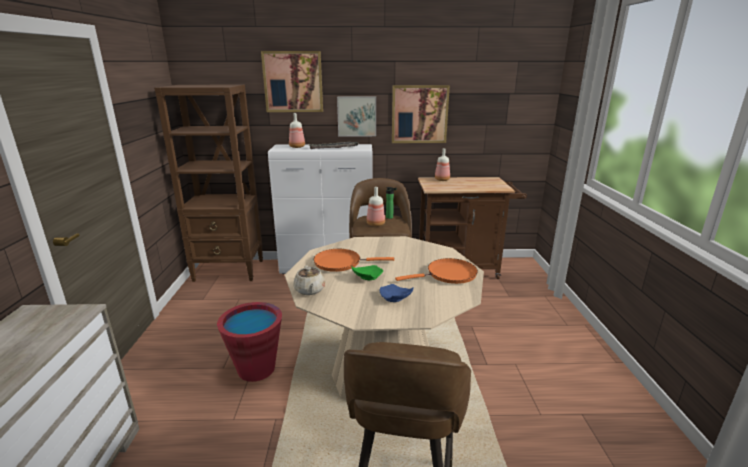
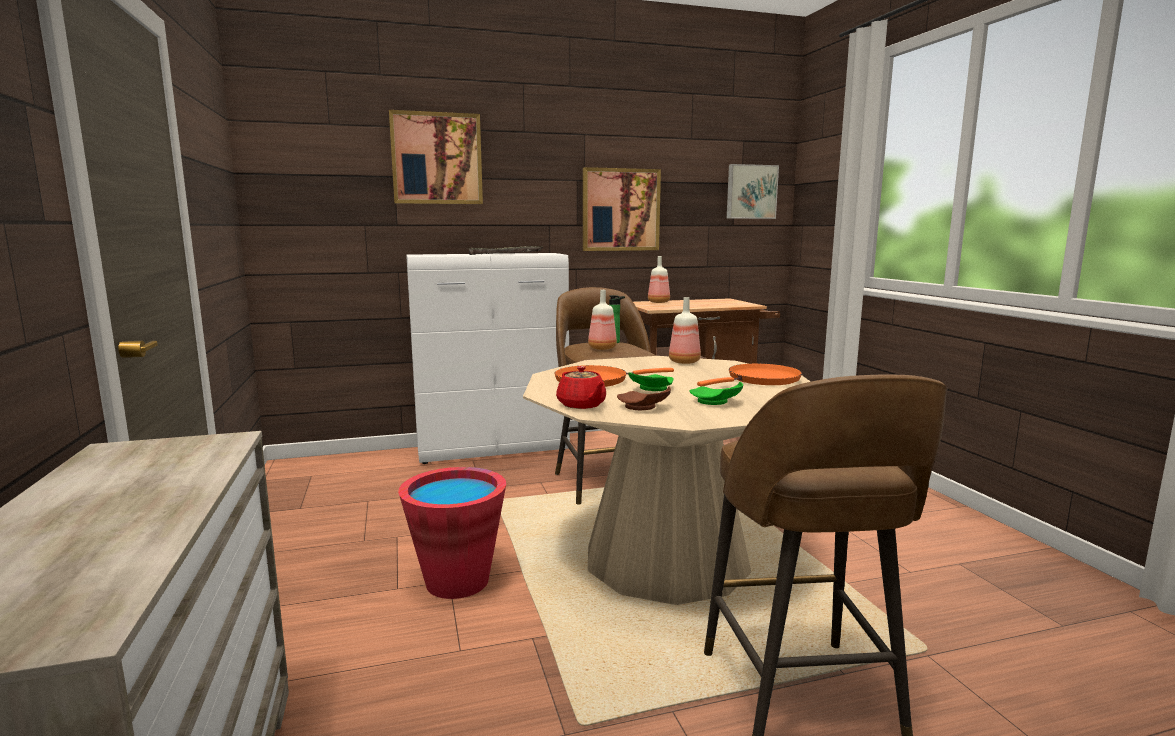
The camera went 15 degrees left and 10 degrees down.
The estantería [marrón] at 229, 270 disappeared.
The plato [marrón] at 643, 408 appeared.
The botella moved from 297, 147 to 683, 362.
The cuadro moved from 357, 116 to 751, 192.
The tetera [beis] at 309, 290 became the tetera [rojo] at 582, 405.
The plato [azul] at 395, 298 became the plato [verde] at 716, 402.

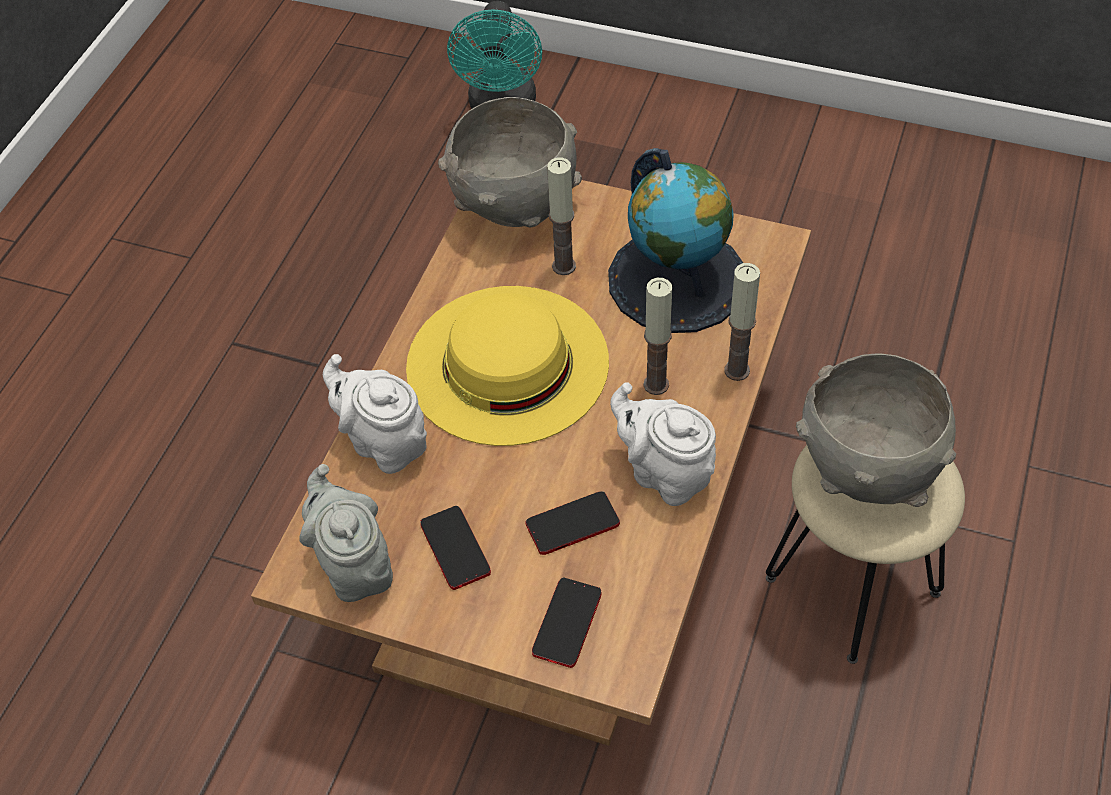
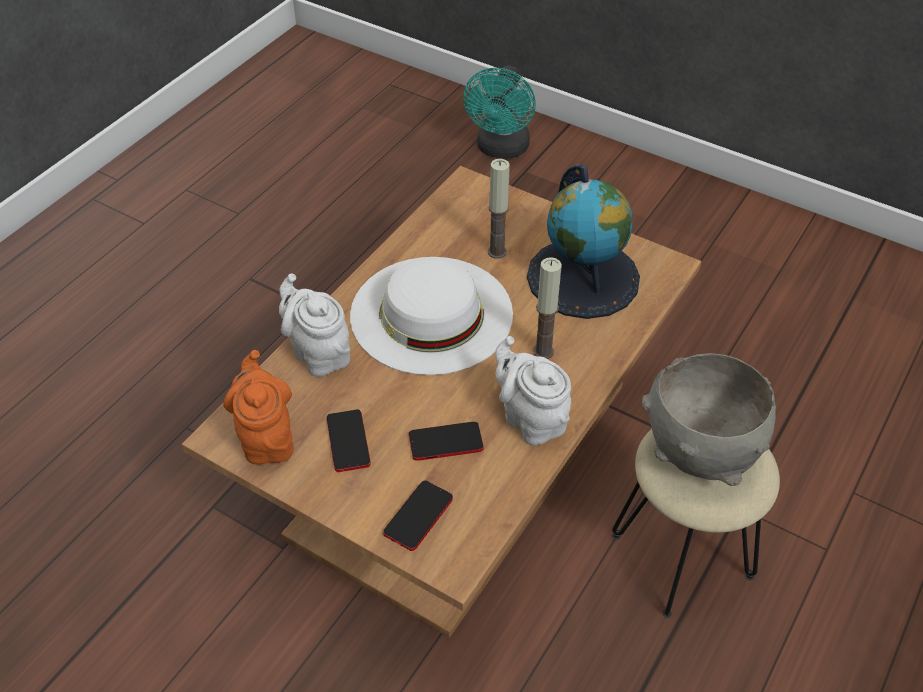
The camera went 10 degrees right and 5 degrees down.
The cuenco [gris] at 515, 208 disappeared.
The vela at 737, 370 disappeared.
The tetera [gris] at 354, 565 became the tetera [naranja] at 266, 438.
The sombrero [amarillo] at 507, 364 became the sombrero [blanco] at 431, 314.

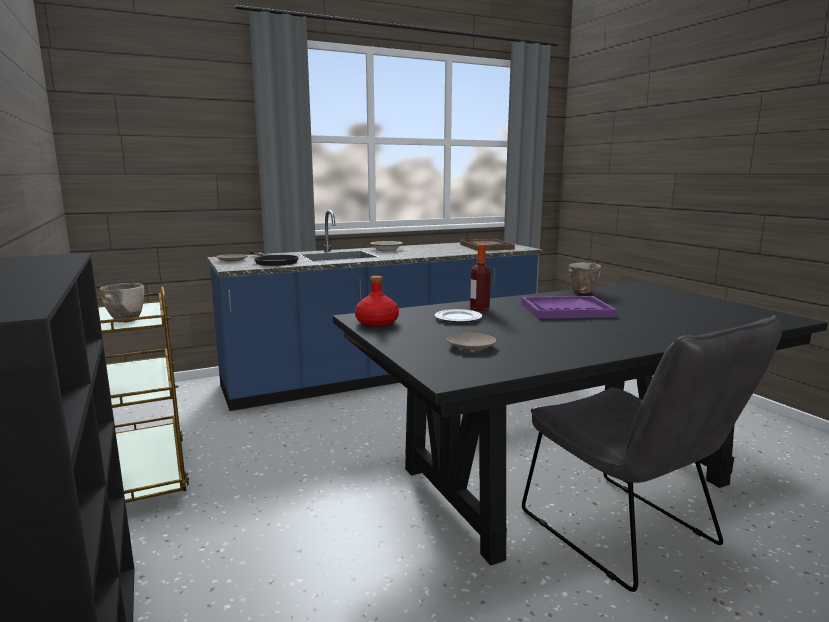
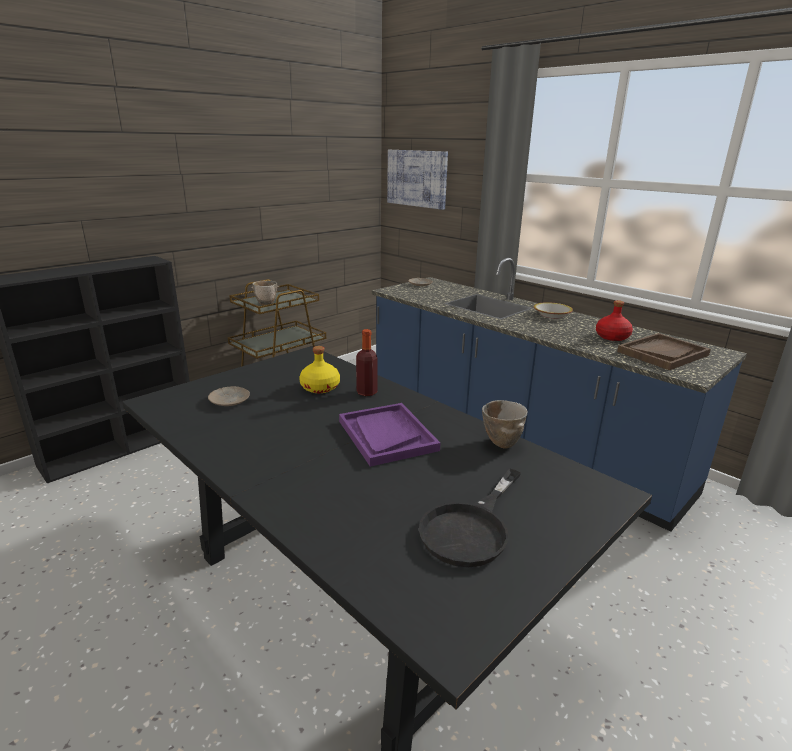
The camera went 70 degrees right and 10 degrees up.
The silla [gris] at 627, 535 disappeared.
The cuadro at 417, 178 appeared.
The sartén [negro] moved from 273, 261 to 471, 528.
The botella [rojo] moved from 376, 323 to 612, 337.
The plato at 458, 318 was replaced by the botella [amarillo] at 320, 388.

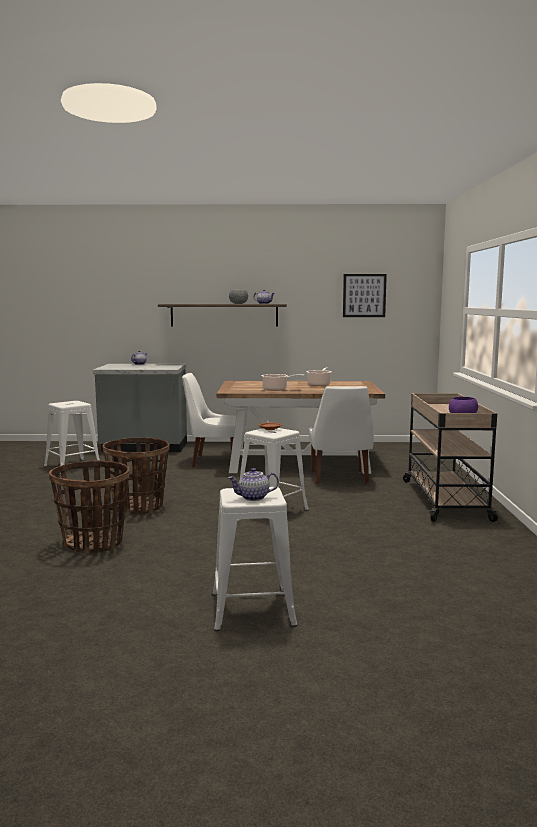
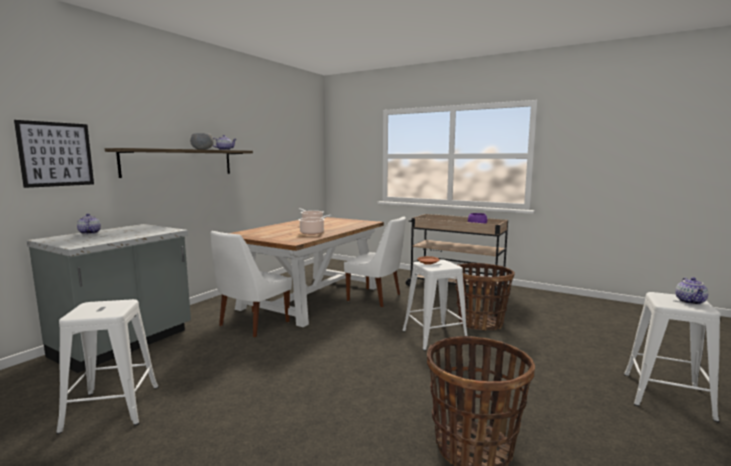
The camera went 60 degrees left and 0 degrees up.
The cesta moved from 138, 507 to 480, 323.
The cuadro moved from 364, 295 to 56, 154.

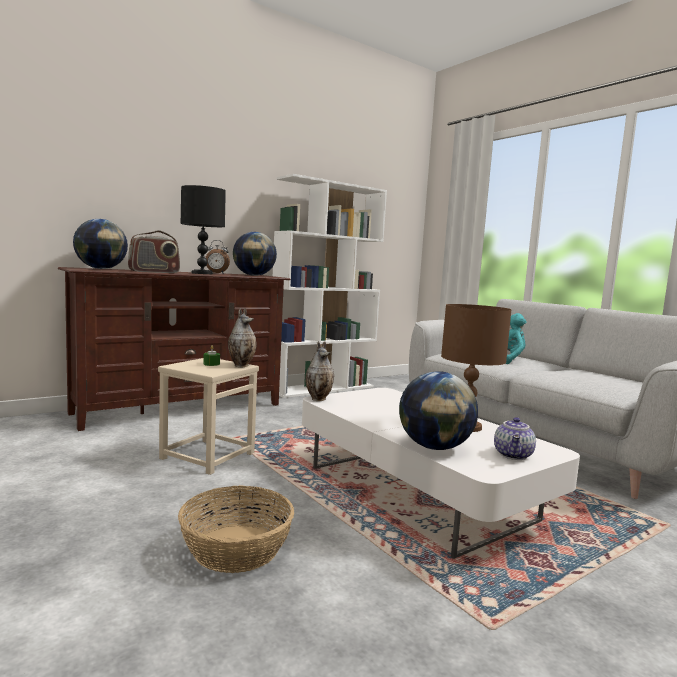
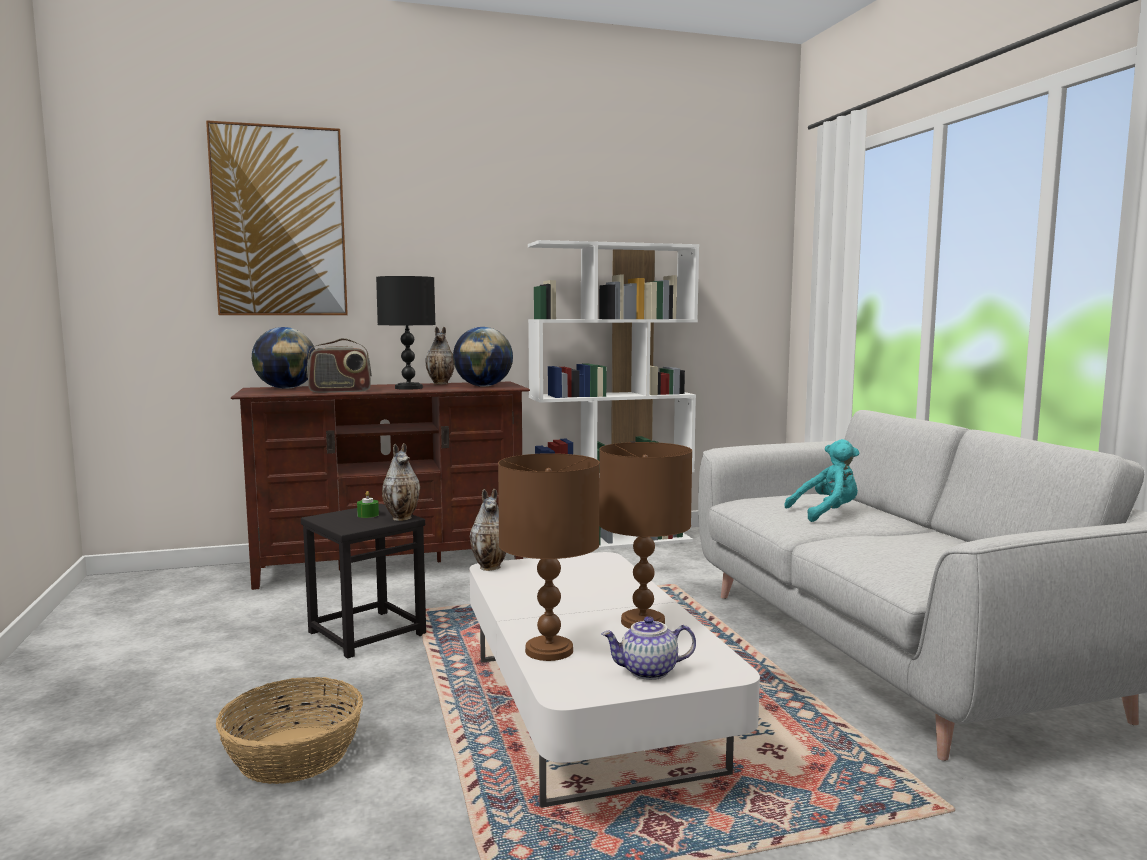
The camera went 20 degrees right and 0 degrees up.
The cuadro at 280, 222 appeared.
The despertador at 216, 273 was replaced by the florero at 441, 383.
The globo terráqueo at 435, 447 was replaced by the lámpara de mesa [marrón] at 549, 650.
The taburete [beis] at 207, 455 became the taburete [negro] at 367, 633.
The tetera at 514, 455 turned 45 degrees clockwise.

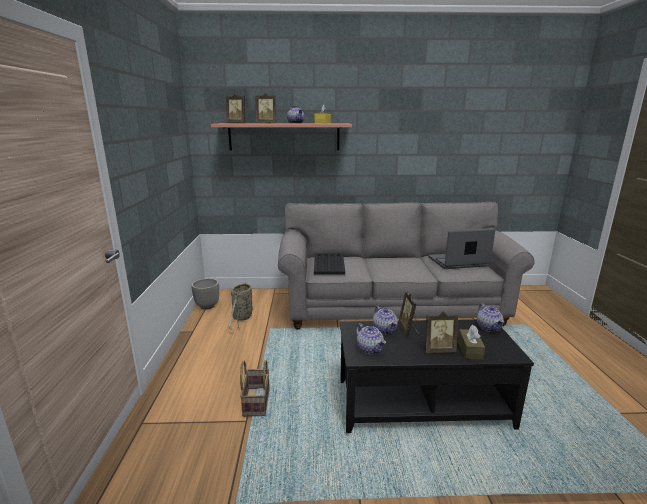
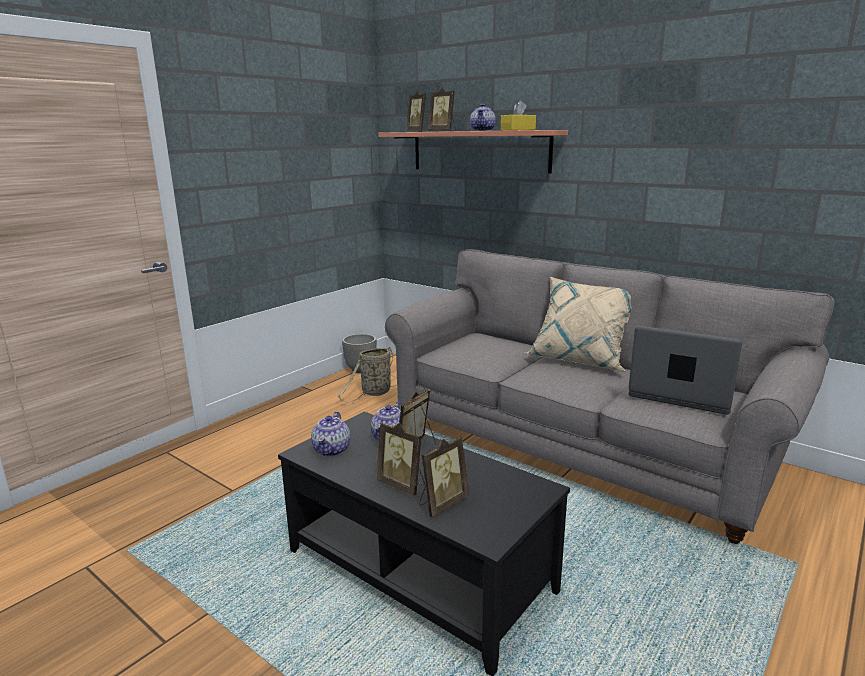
The camera went 40 degrees right and 0 degrees up.
The cesta at 255, 401 disappeared.
The bandeja [negro] at 329, 264 disappeared.
The tetera at 489, 328 disappeared.
The cojín [beis] at 581, 359 appeared.
The caja de pañuelos [marrón] at 470, 350 was replaced by the portarretratos at 442, 503.

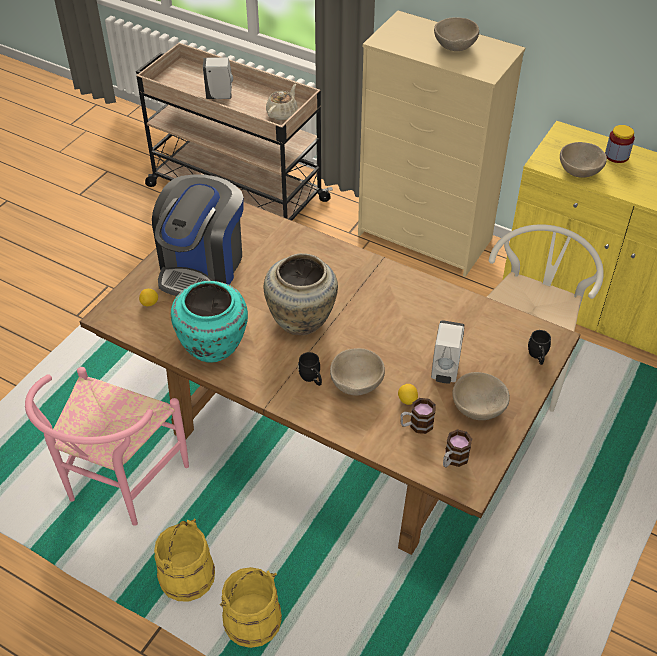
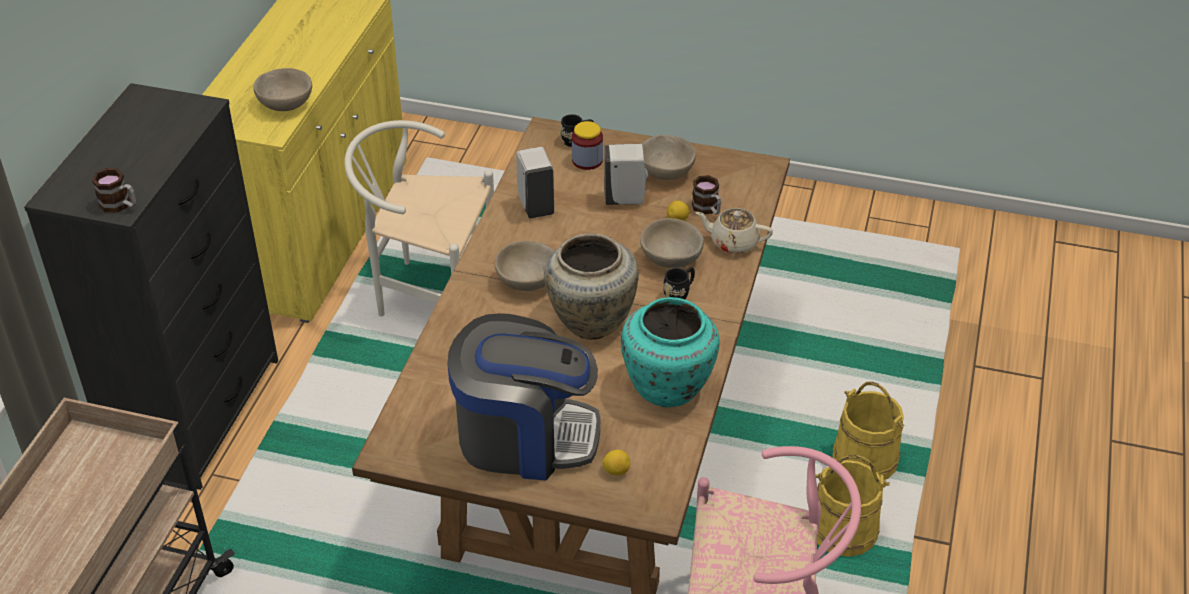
The camera went 105 degrees left and 5 degrees down.
The dispensador de jabón [blanco] moved from 220, 96 to 535, 206.
The tetera [beis] moved from 282, 113 to 733, 242.
The cuenco [beis] moved from 454, 46 to 527, 282.
The taza grande moved from 453, 460 to 120, 205.
The tarro moved from 616, 156 to 587, 160.
The cómoda [beis] at 426, 237 became the cómoda [negro] at 197, 411.

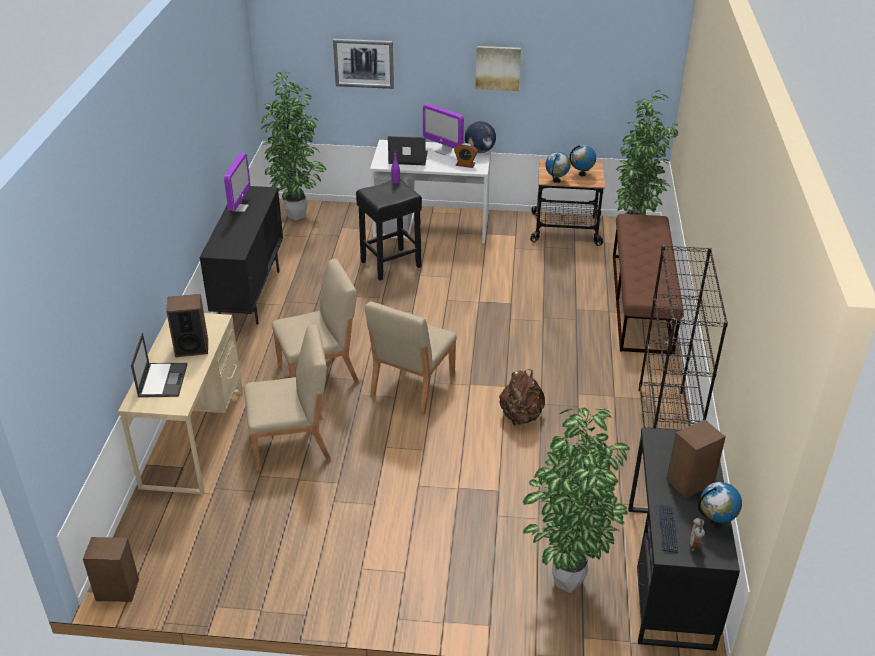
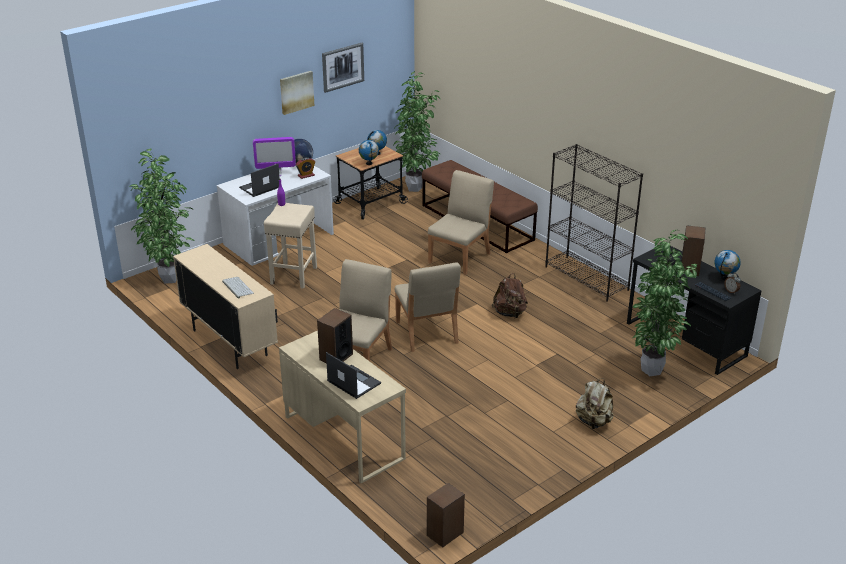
The camera went 45 degrees left and 5 degrees down.
The monitor at 239, 208 disappeared.
The teclado at 237, 287 appeared.
The mochila [beis] at 594, 421 appeared.
The silla [beis] moved from 292, 443 to 460, 257.
The cuadro moved from 364, 63 to 342, 67.
The armario [negro] at 250, 295 became the armario [beis] at 229, 343.
The taburete [negro] at 390, 264 became the taburete [beis] at 293, 276.

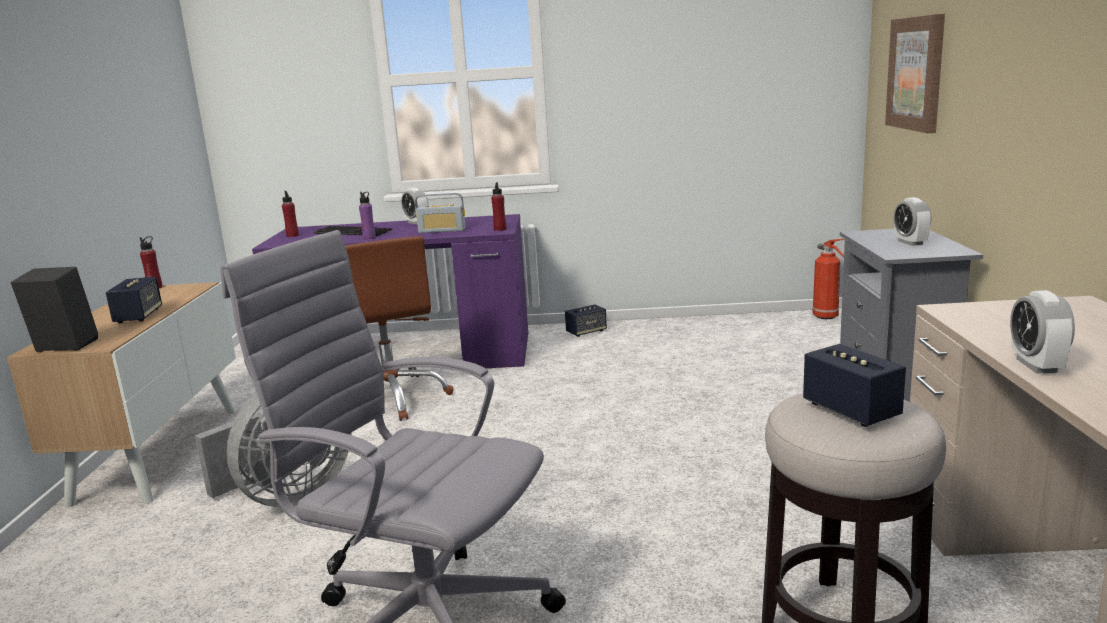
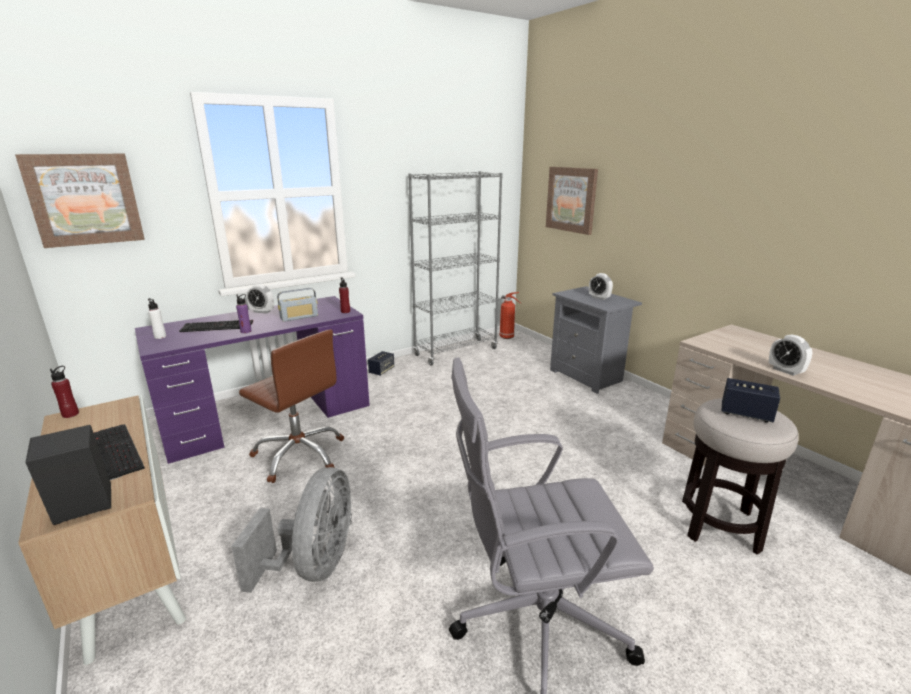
The camera went 35 degrees left and 5 degrees up.
The cuadro at 85, 199 appeared.
The estantería [gris] at 456, 352 appeared.
The altavoz at 138, 316 was replaced by the teclado at 113, 451.
The botella [rojo] at 292, 235 became the botella [blanco] at 160, 337.

